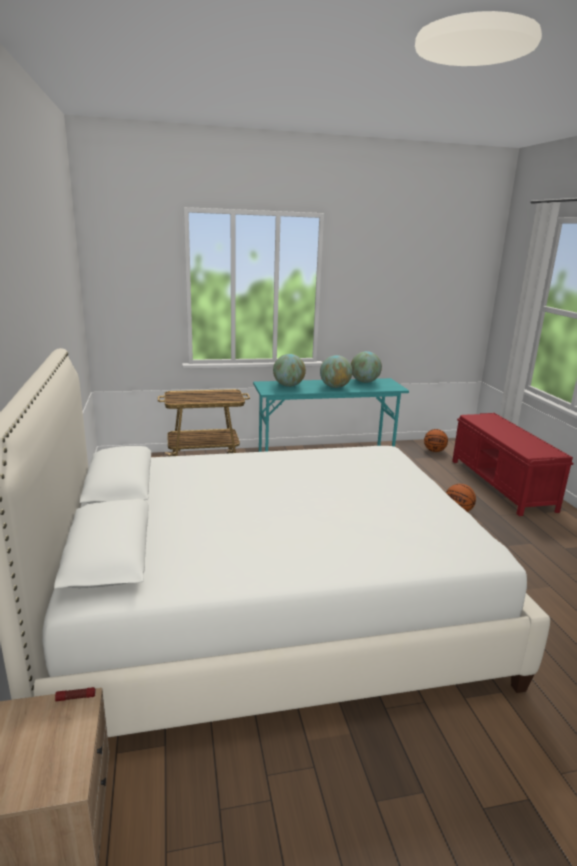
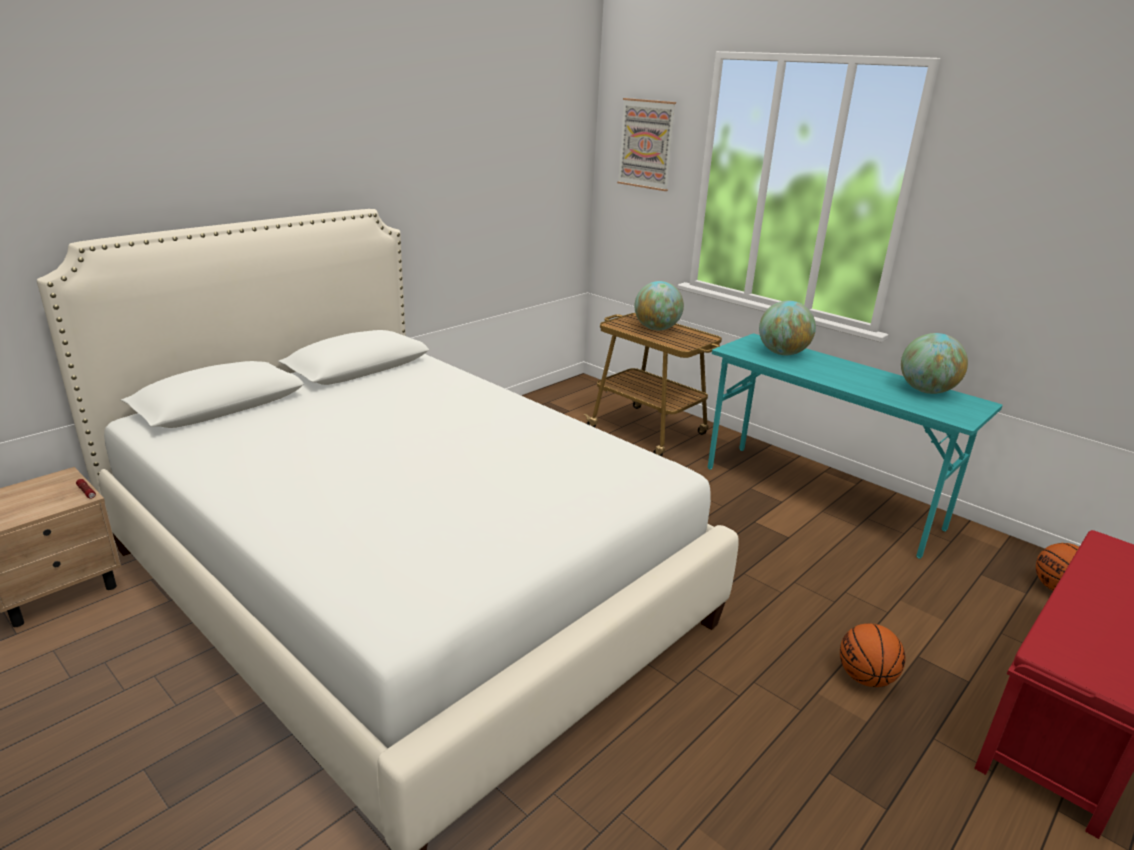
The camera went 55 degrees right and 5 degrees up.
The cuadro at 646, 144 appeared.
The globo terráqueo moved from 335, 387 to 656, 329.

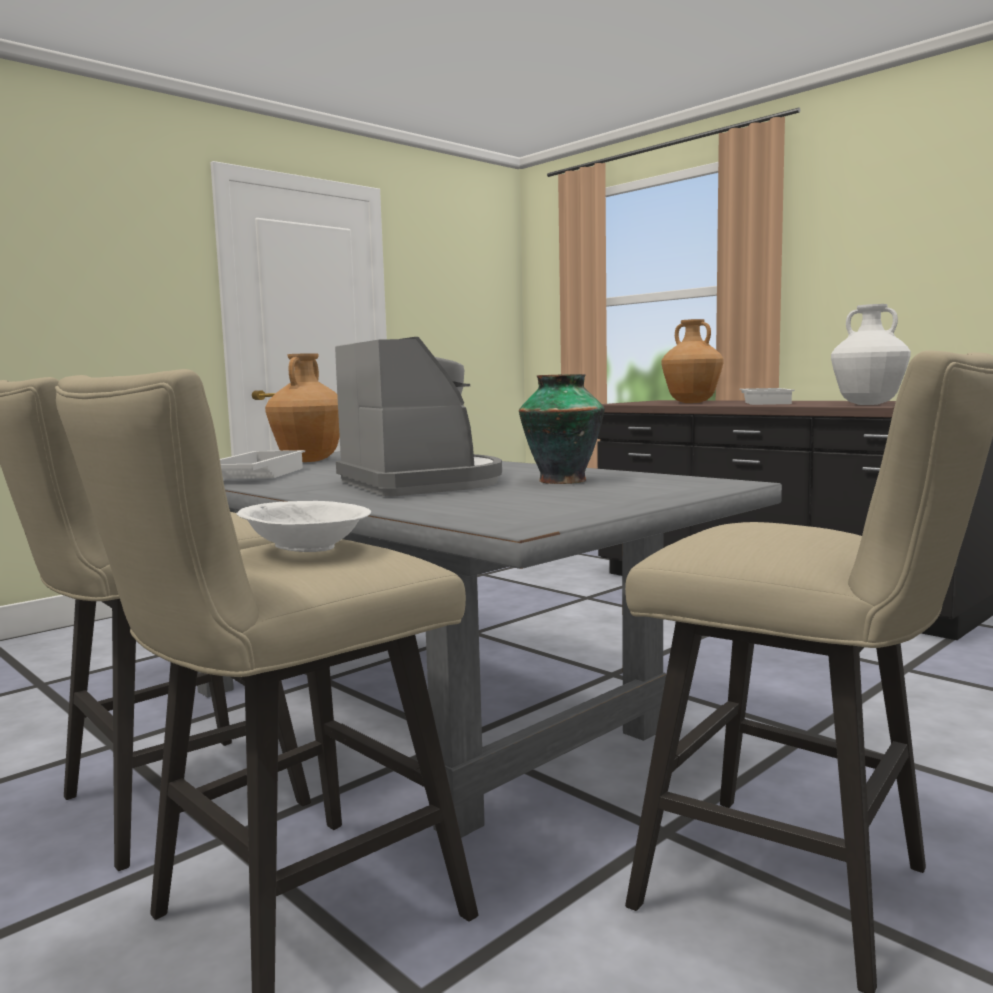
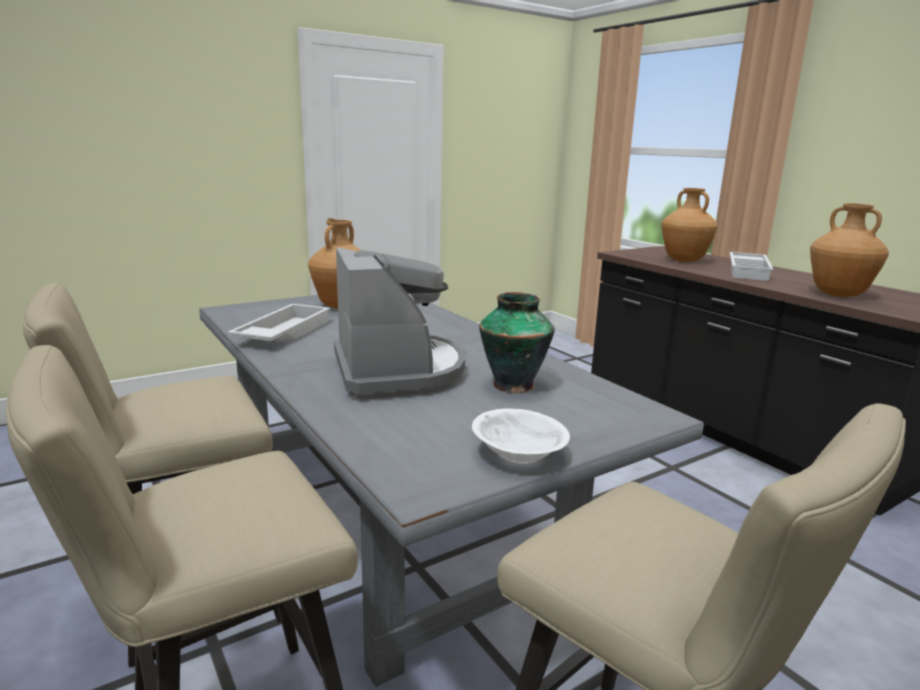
The camera went 10 degrees right and 10 degrees up.
The cuenco [blanco] moved from 306, 548 to 518, 454.
The florero [blanco] at 868, 404 became the florero [marrón] at 839, 295.

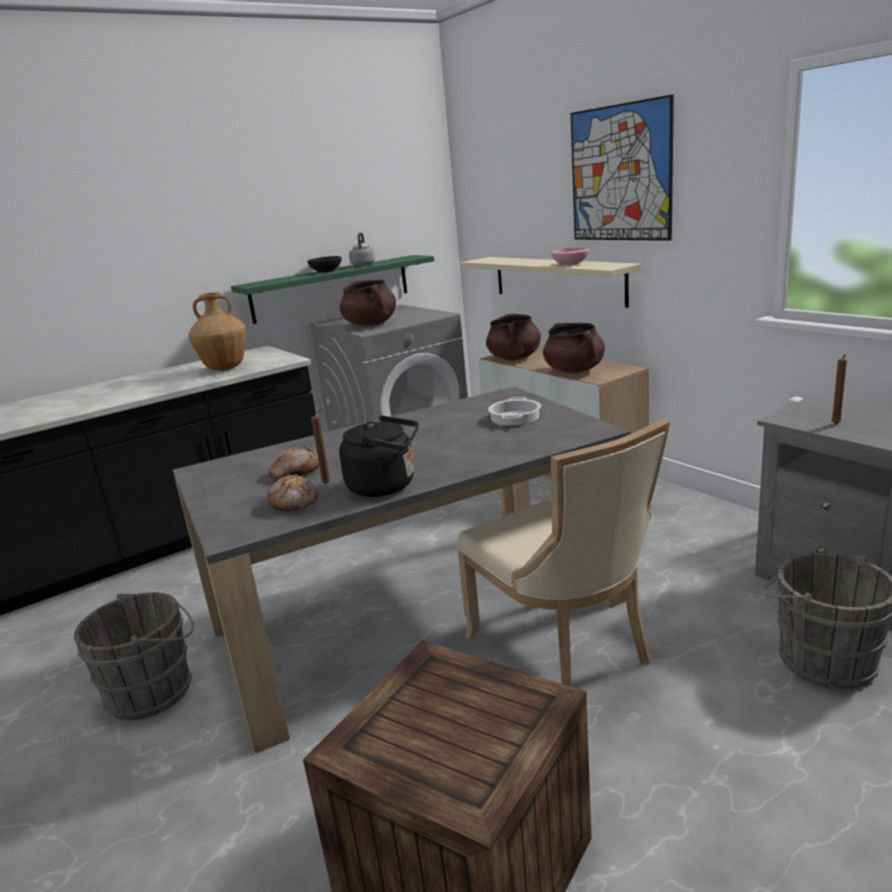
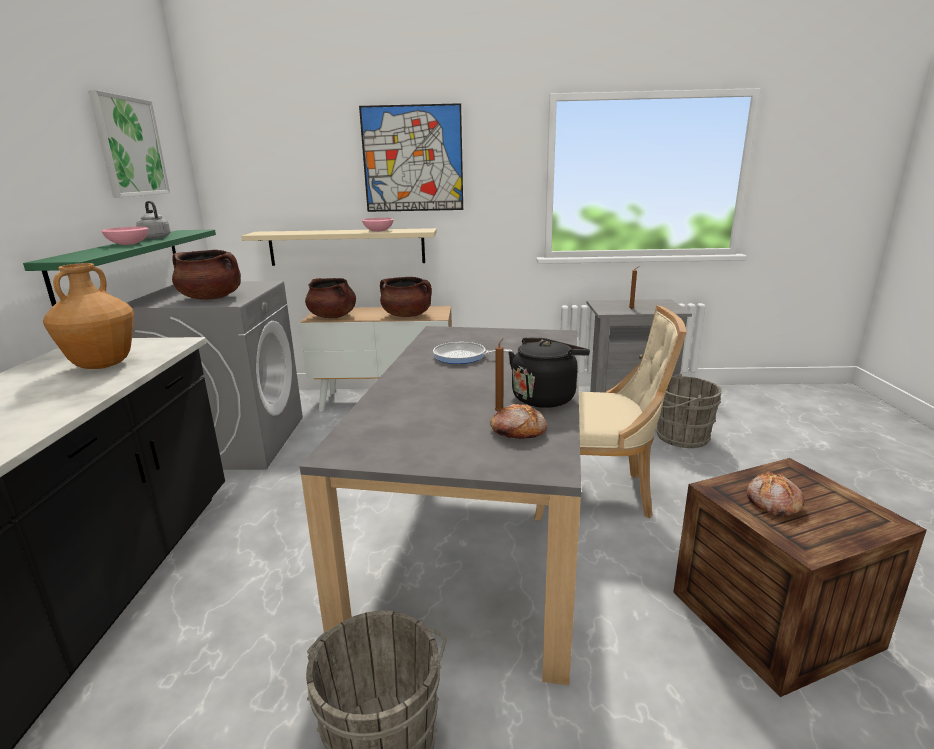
The camera went 55 degrees left and 0 degrees up.
The olla at 515, 418 disappeared.
The cuadro at 130, 147 appeared.
The sartén at 463, 357 appeared.
The pan moved from 295, 472 to 772, 502.
The cuenco [negro] at 325, 271 became the cuenco [rosa] at 127, 244.

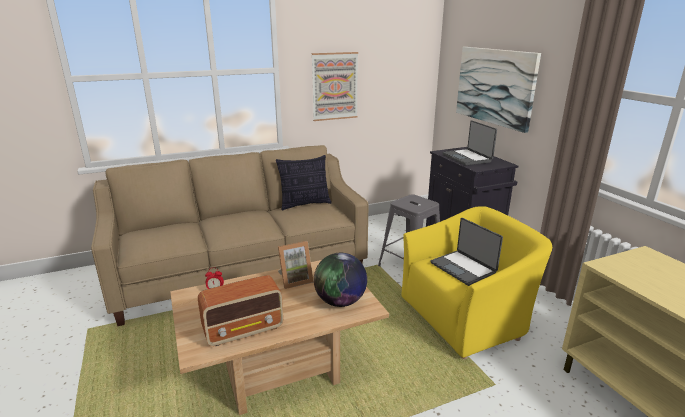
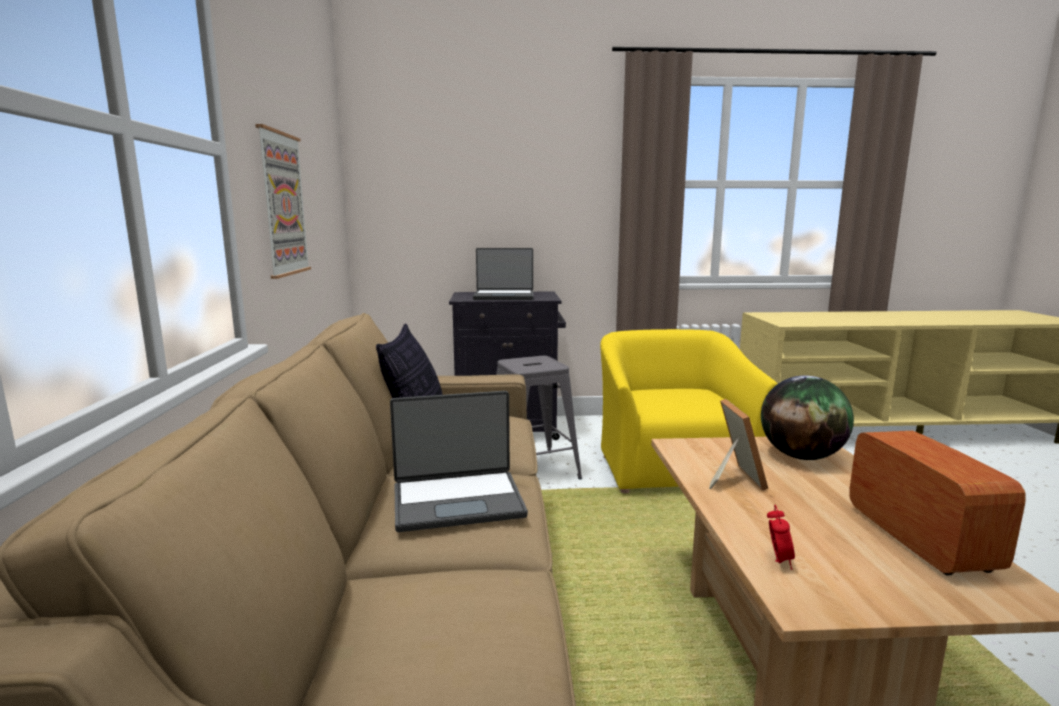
The camera went 70 degrees left and 10 degrees down.
The cuadro at 494, 86 disappeared.
The portátil moved from 463, 268 to 457, 501.

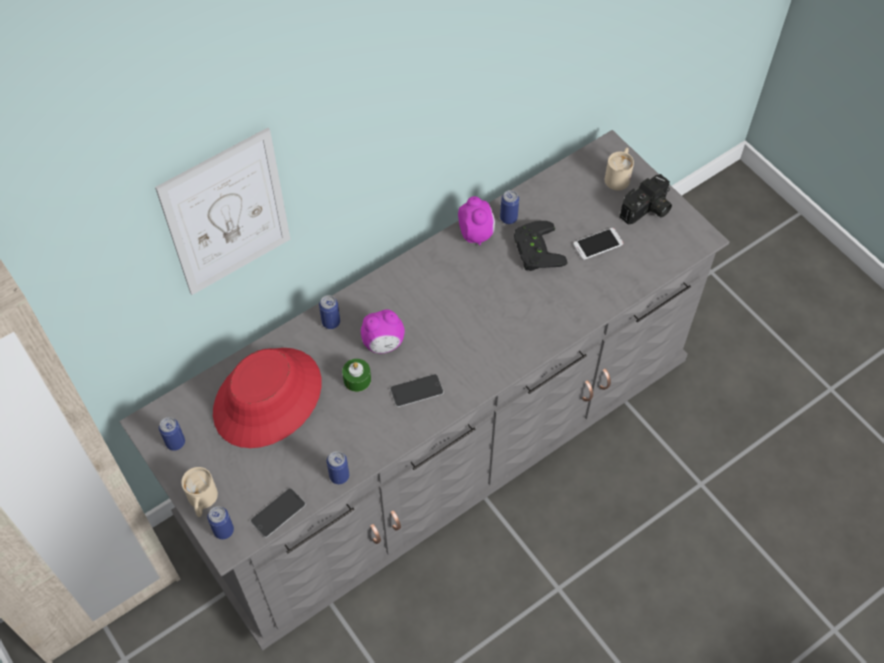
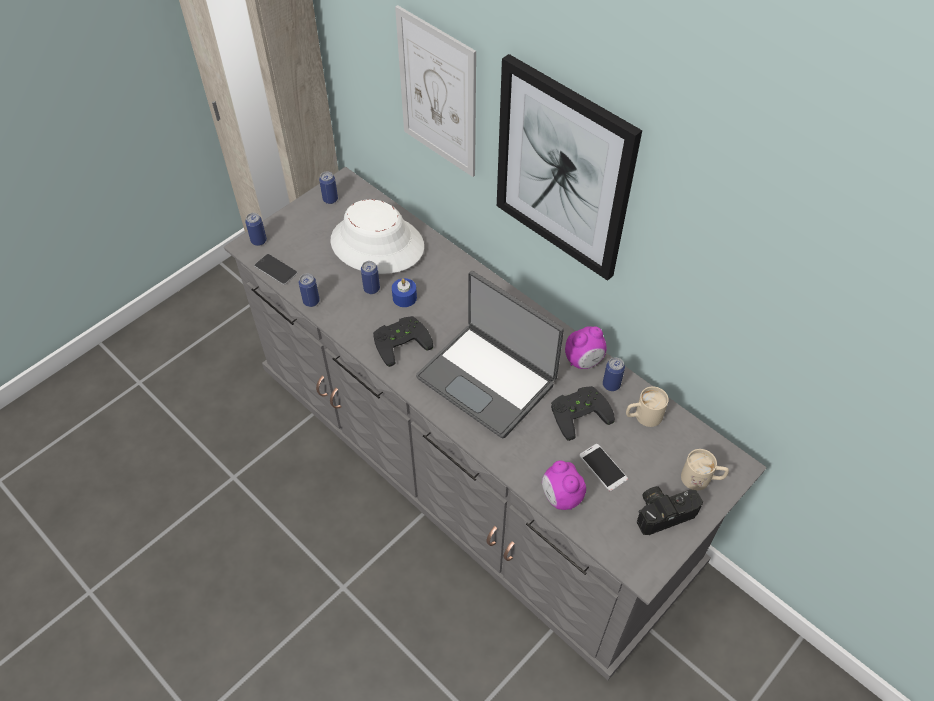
The camera went 80 degrees right and 5 degrees down.
The portátil at 488, 379 appeared.
The cuadro at 563, 170 appeared.
The taza grande [beis] moved from 202, 501 to 642, 416.
The lata moved from 331, 322 to 371, 289.
The despertador moved from 383, 344 to 560, 497.
The móvil at 416, 390 was replaced by the mando de consola [negro] at 400, 340.
The sombrero [rojo] at 268, 398 became the sombrero [blanco] at 377, 244.
The vela [verde] at 357, 379 became the vela [azul] at 404, 297.
The cámara at 647, 210 turned 120 degrees clockwise.

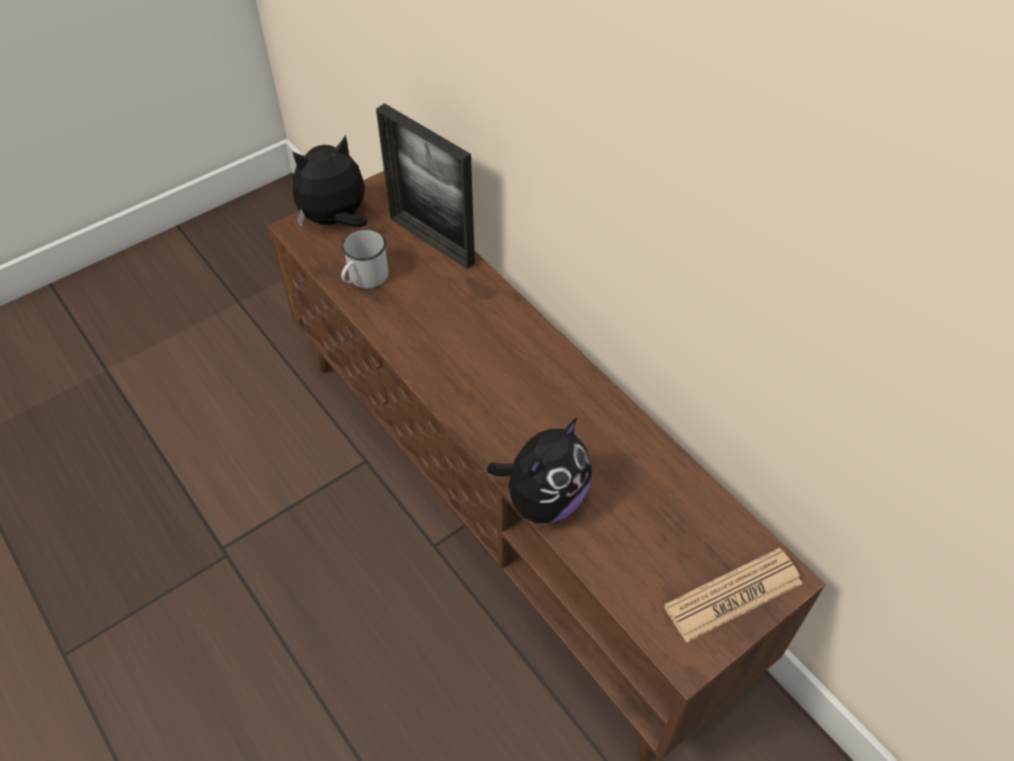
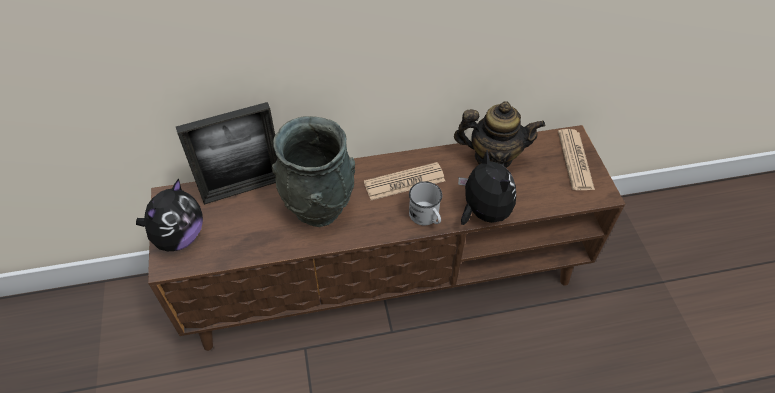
The camera went 65 degrees left and 0 degrees up.
The florero [gris] at 319, 207 appeared.
The periódico at 404, 182 appeared.
The tetera at 492, 157 appeared.
The taza grande [blanco] moved from 364, 279 to 426, 217.
The peluche at 335, 220 turned 150 degrees counterclockwise.

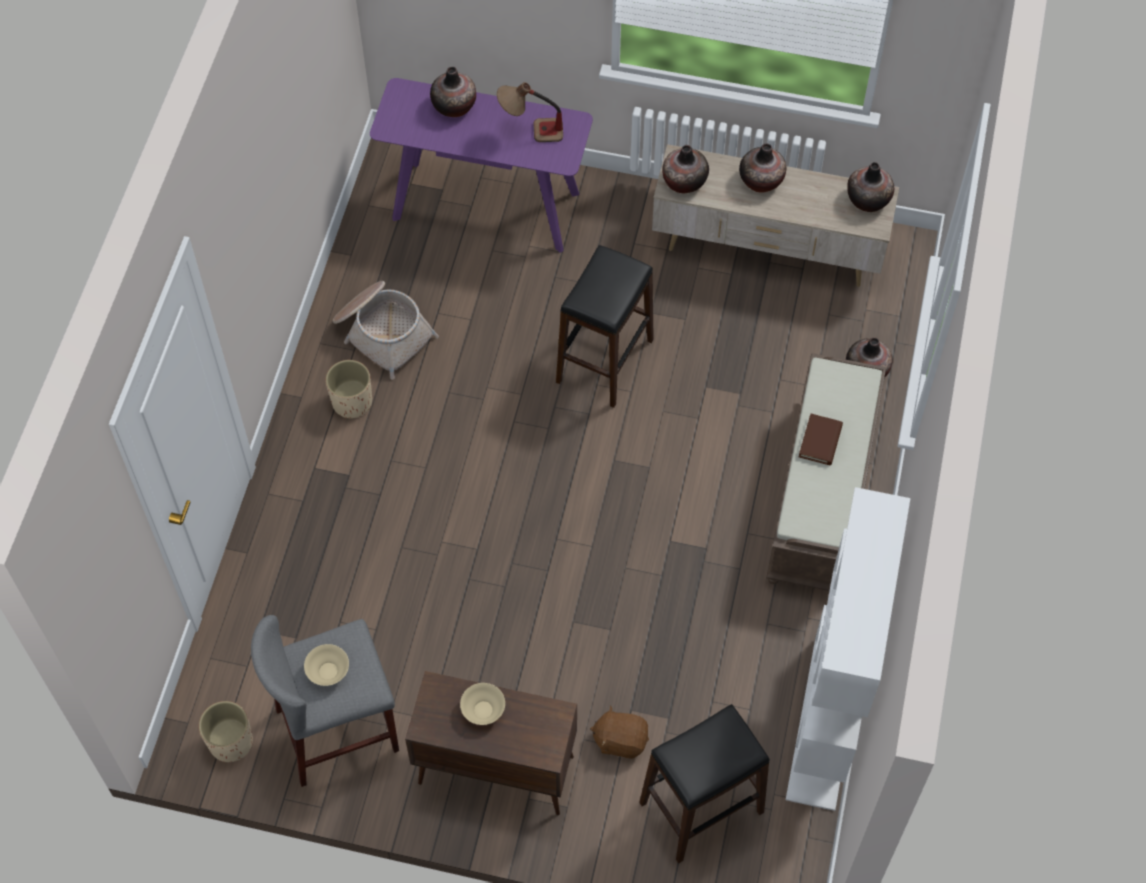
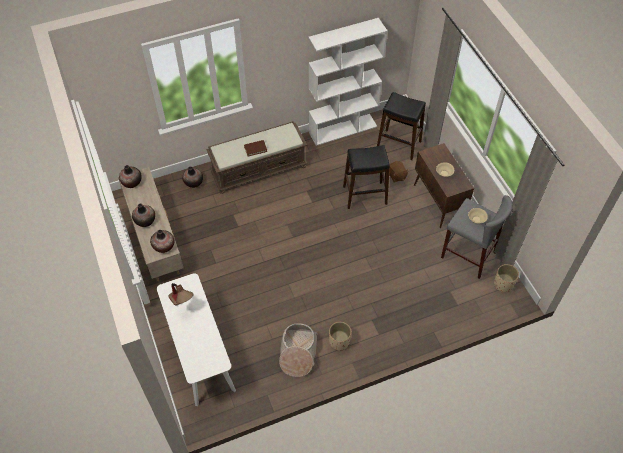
The camera went 125 degrees left and 5 degrees down.
The florero at 454, 106 disappeared.
The taburete [negro] moved from 605, 361 to 365, 195.
The mesa consola [morado] at 486, 205 became the mesa consola [blanco] at 201, 357.

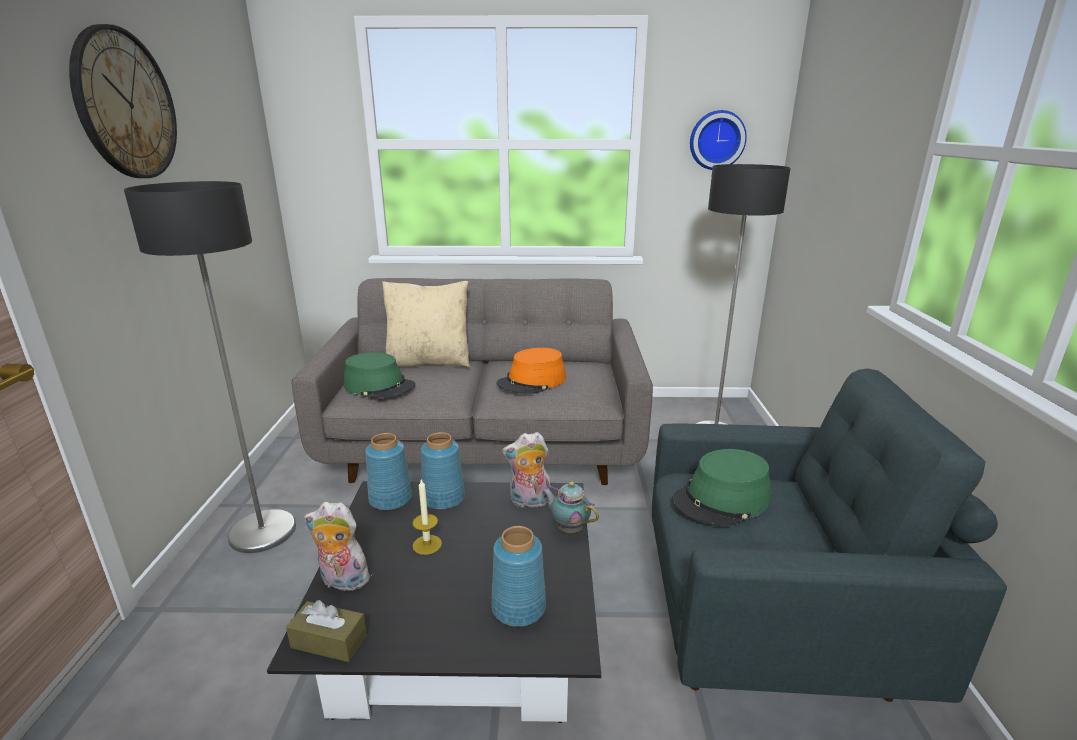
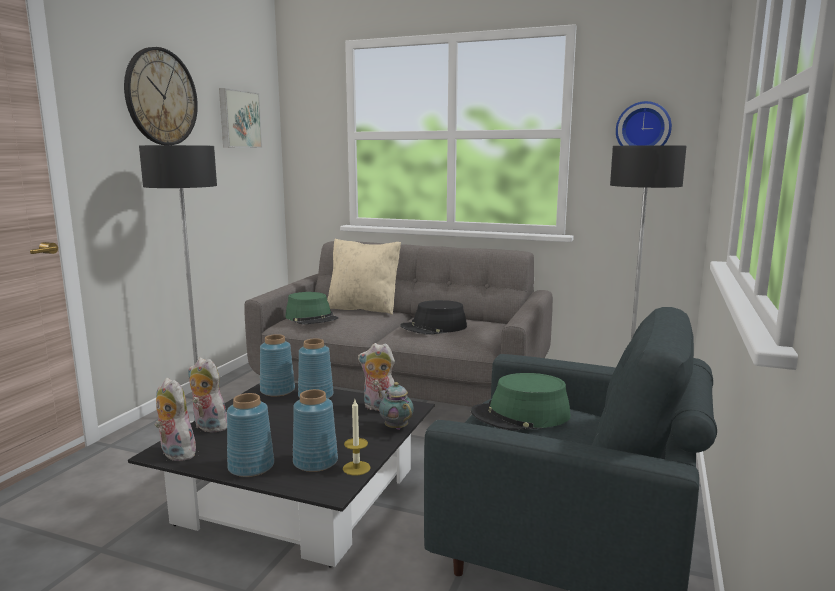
The camera went 20 degrees right and 10 degrees down.
The cuadro at 238, 119 appeared.
The florero [azul] at 250, 467 appeared.
The vela moved from 427, 544 to 356, 468.
The caja de pañuelos [marrón] at 329, 641 was replaced by the peluche at 175, 453.
The sombrero [naranja] at 532, 381 became the sombrero [negro] at 434, 327.

